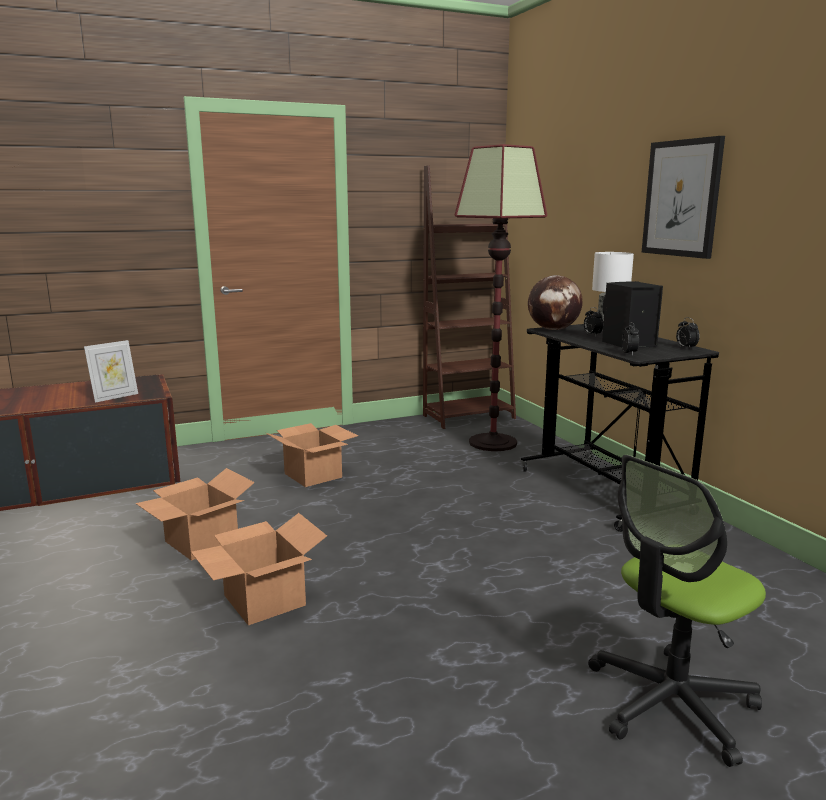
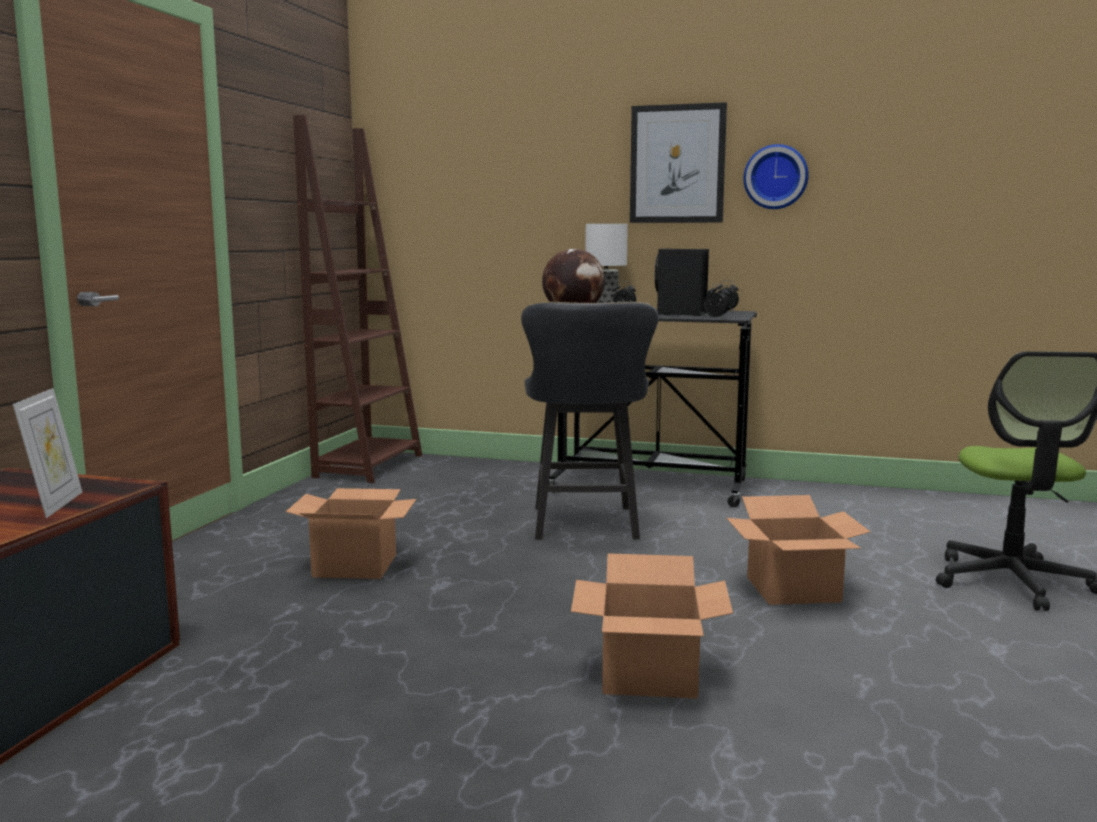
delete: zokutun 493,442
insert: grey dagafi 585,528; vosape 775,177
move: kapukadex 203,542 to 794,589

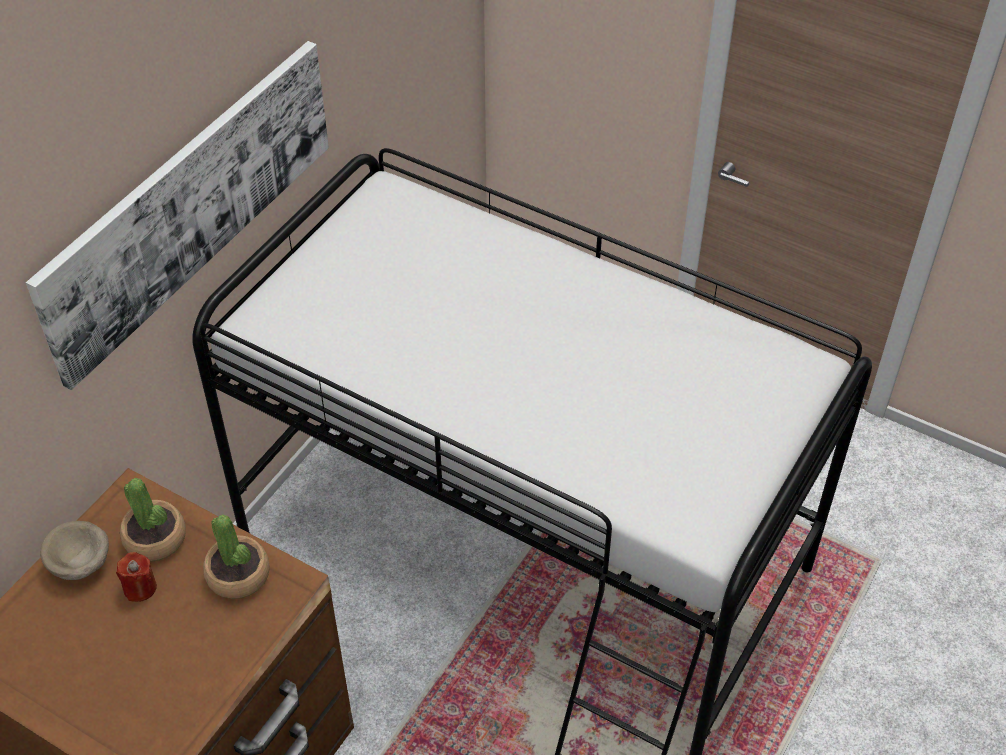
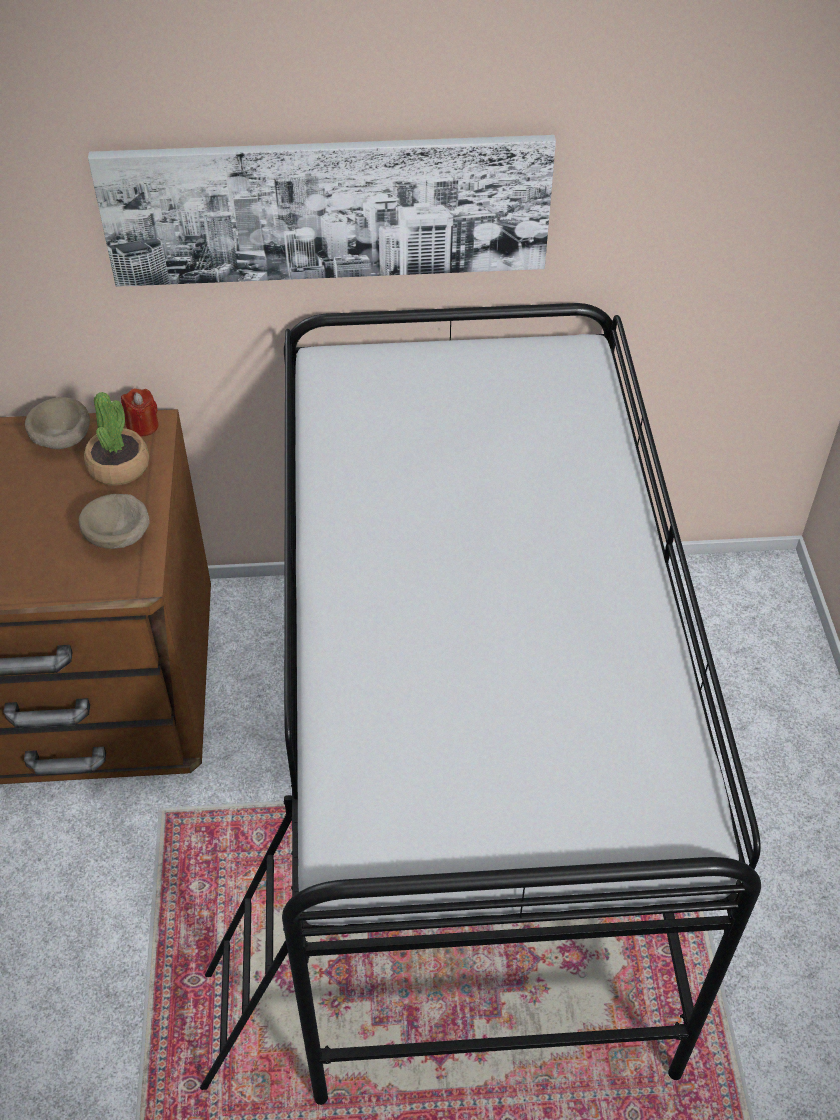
move: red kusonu 140,588 to 143,426
replace: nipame 238,575 to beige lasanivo 119,538

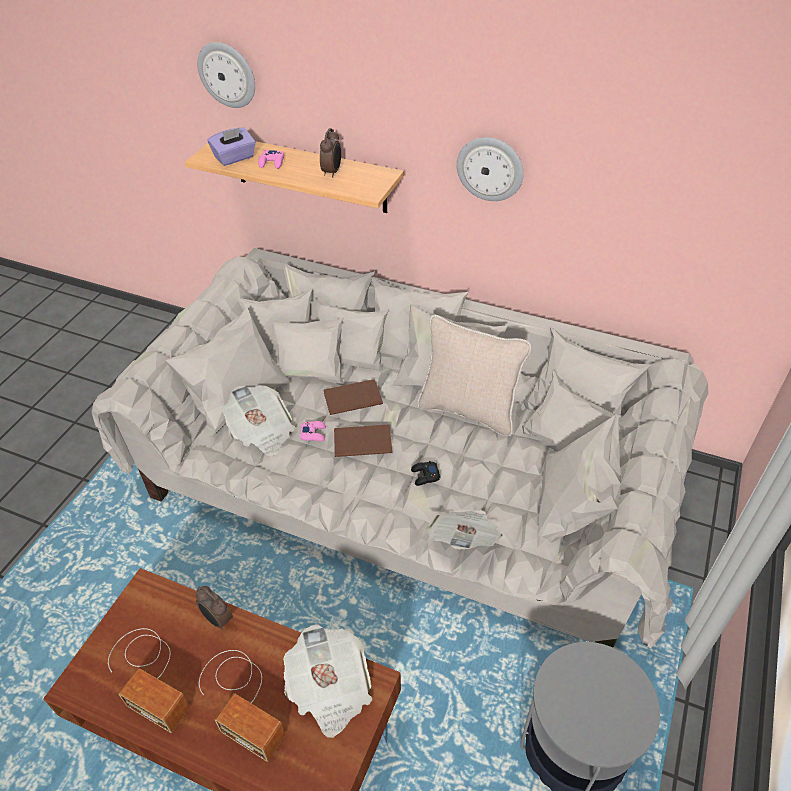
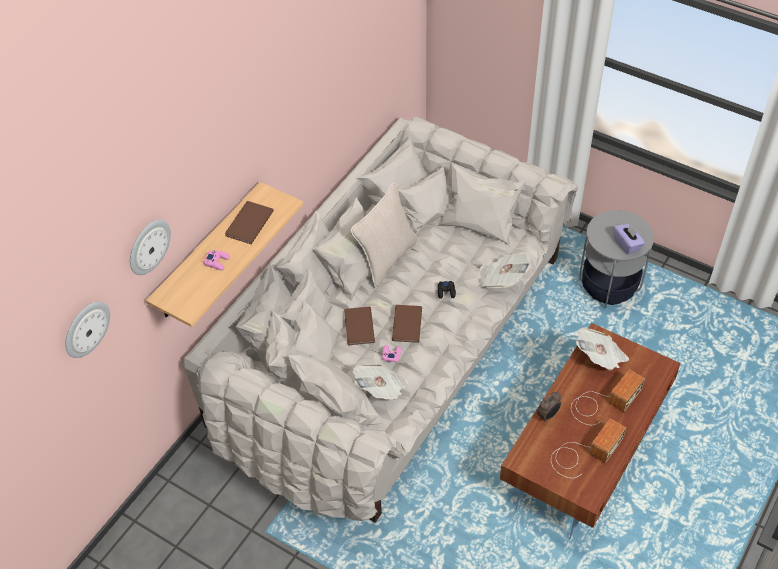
move: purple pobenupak 235,158 to 627,244; vosape 490,168 to 86,328
replace: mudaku 332,172 to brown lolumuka 247,224

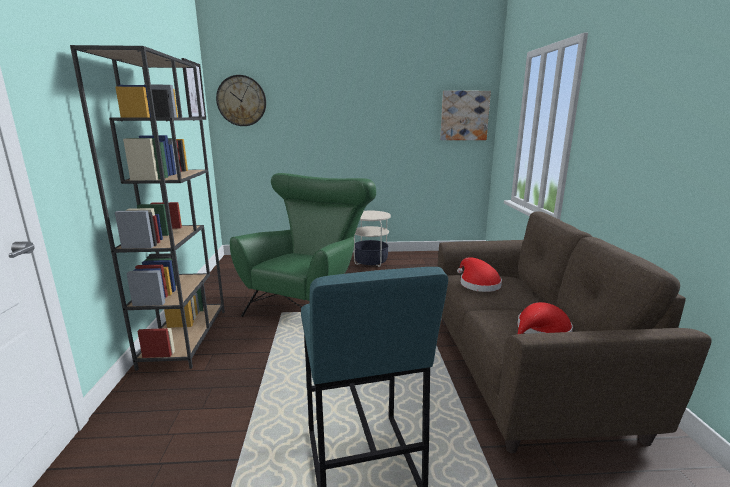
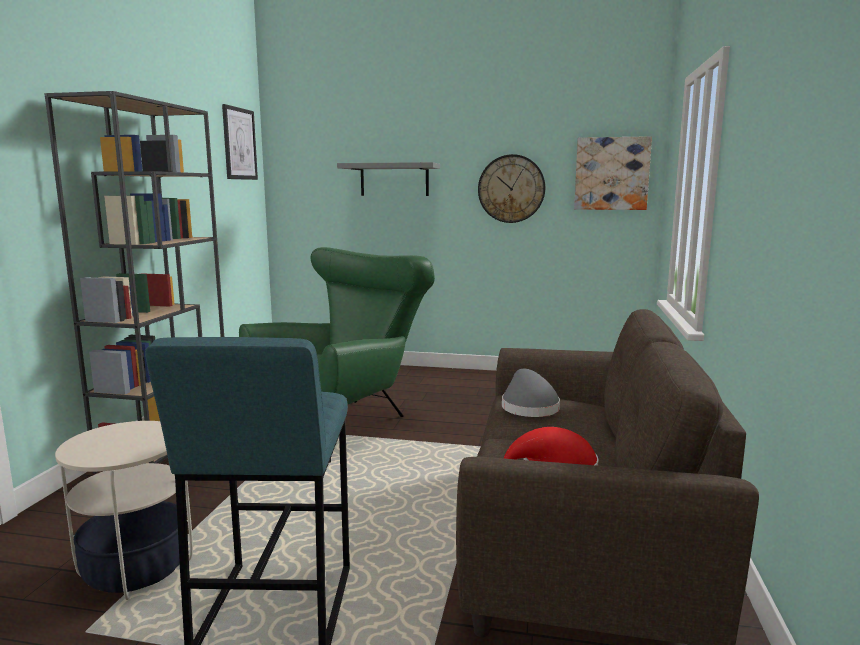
insert: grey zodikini 394,180
move: vosape 241,101 to 511,189; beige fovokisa 370,262 to 136,572
recolor: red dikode 477,284 to grey dikode 528,407

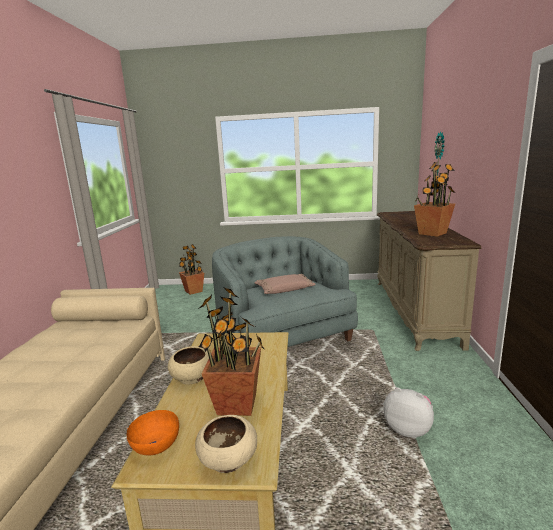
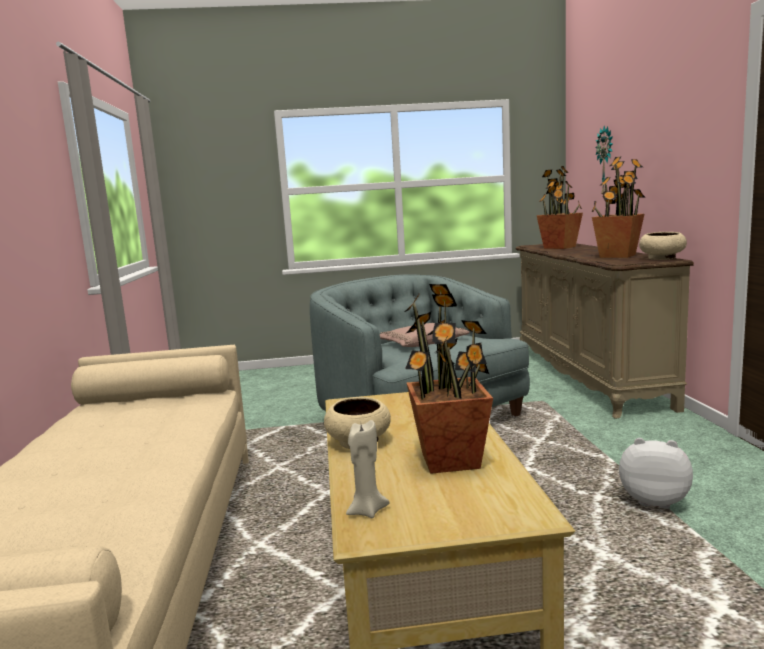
move: nipame 193,291 to 559,247; beige lasanivo 228,460 to 662,258
replace: orange lasanivo 156,445 to beige kusonu 367,511

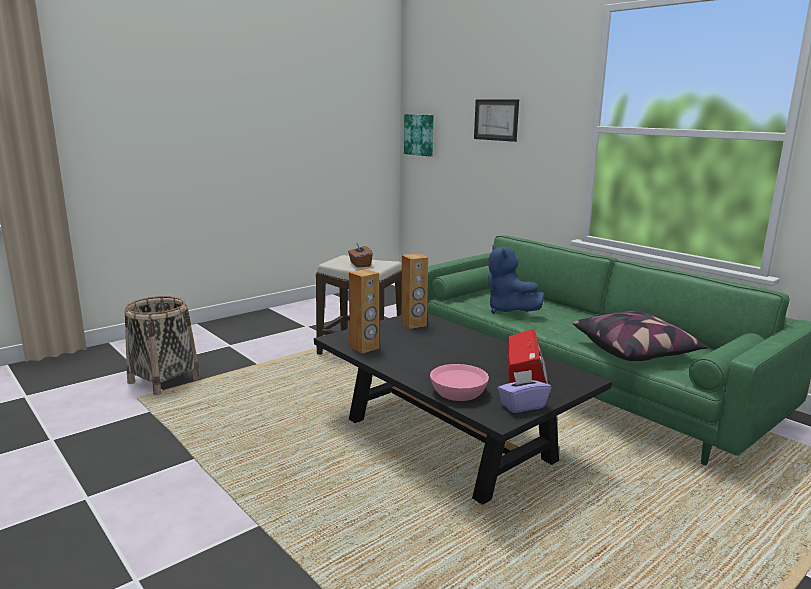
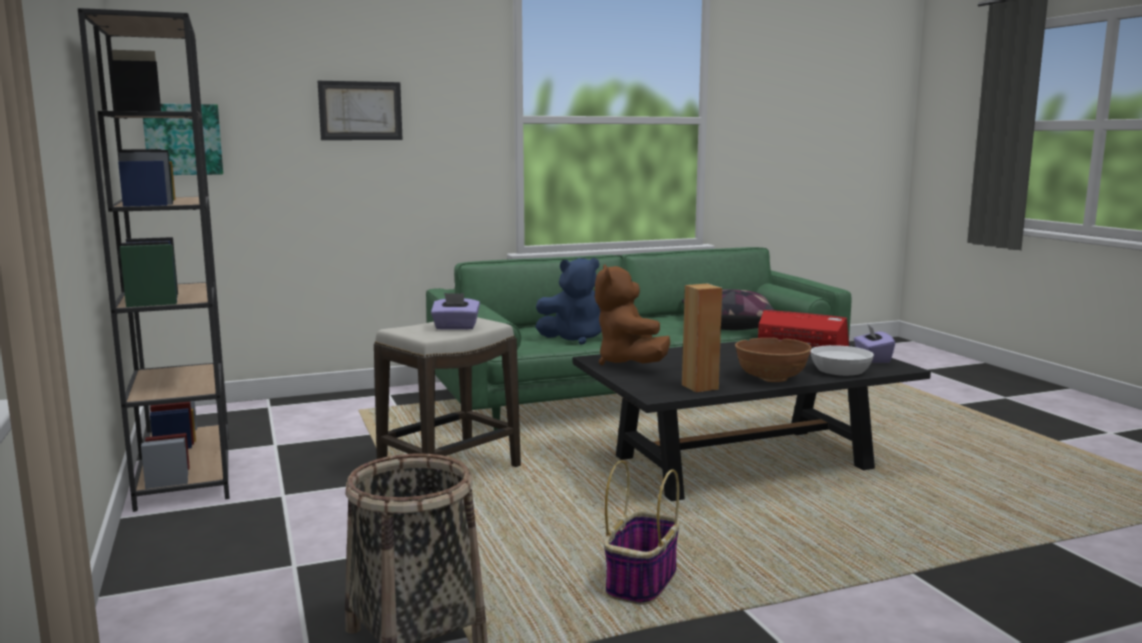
insert: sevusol 184,471; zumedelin 641,581; brown lasanivo 771,378
replace: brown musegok 414,324 to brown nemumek 629,363
recolor: brown pobenupak 360,264 to purple pobenupak 455,327; pink lasanivo 458,392 to white lasanivo 841,371

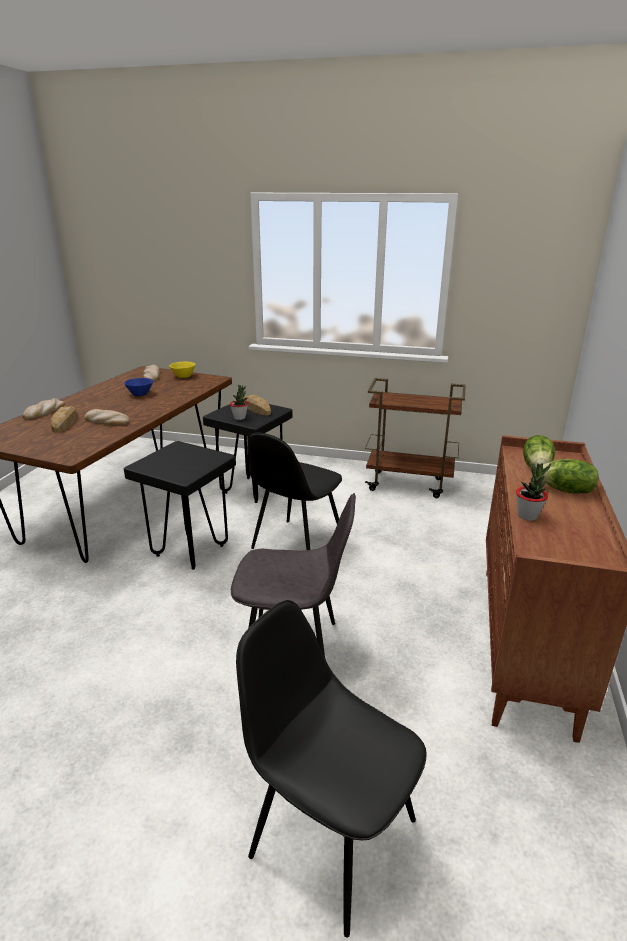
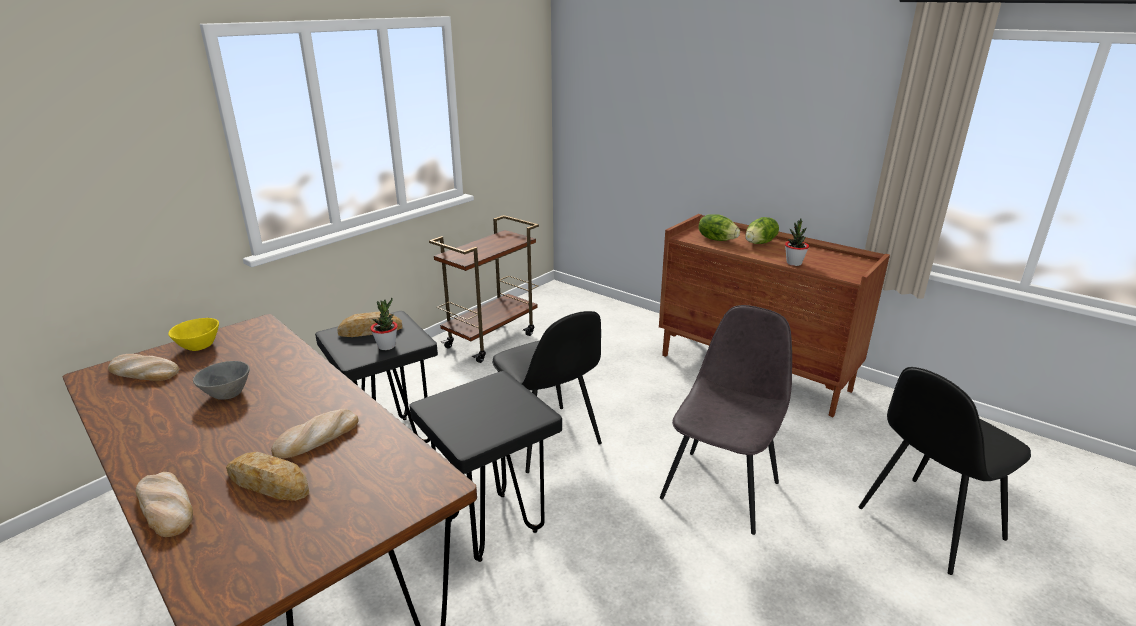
recolor: blue lasanivo 141,394 to grey lasanivo 228,392

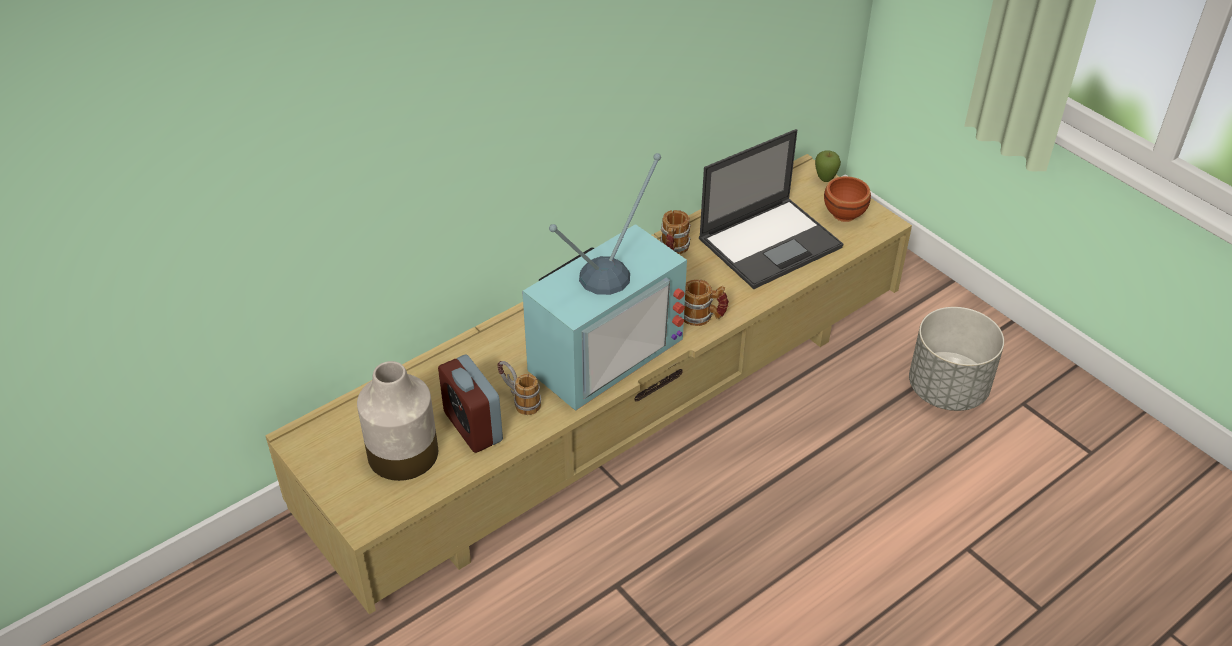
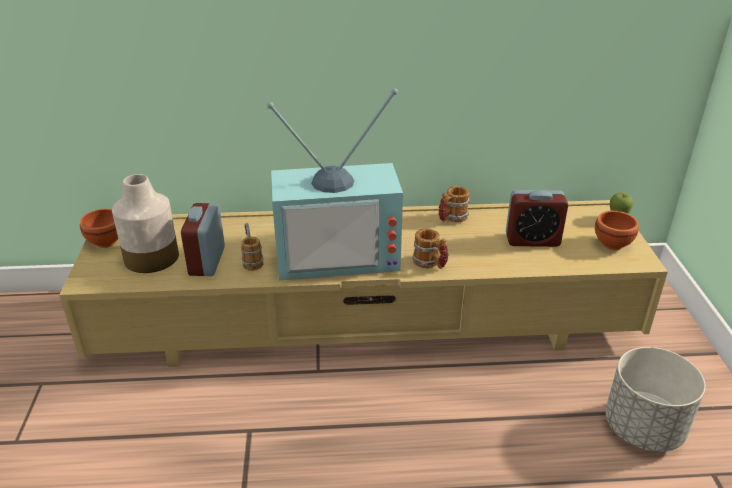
insert: brown lasanivo 107,242
replace: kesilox 771,242 to mudaku 532,240

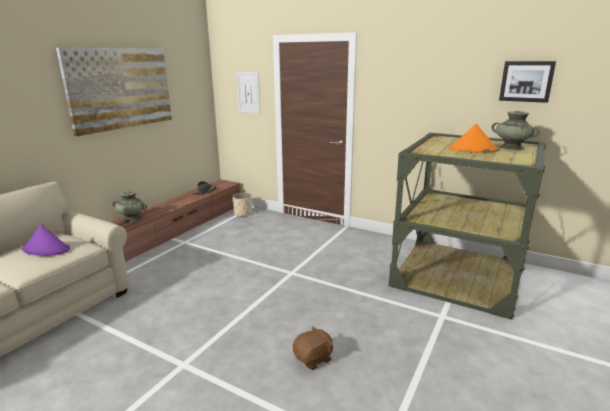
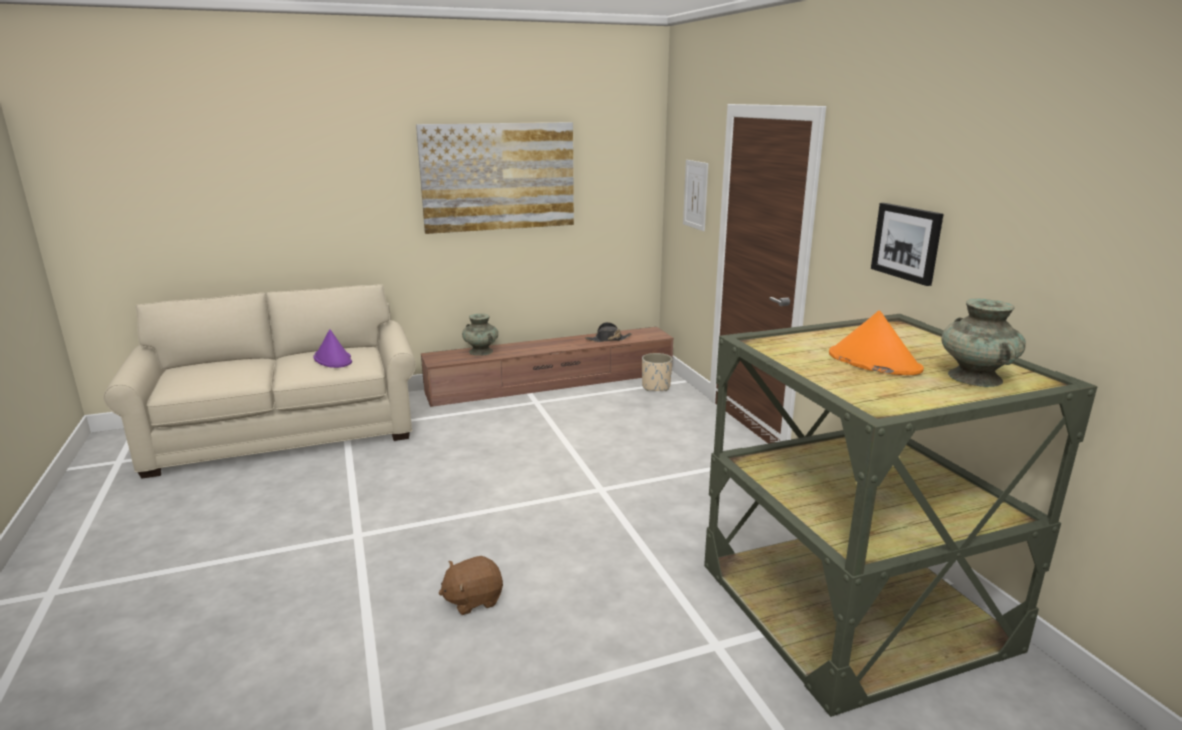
move: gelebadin 526,81 to 907,242
rotate: brown nemumek 313,359 = 473,599 150 degrees clockwise

